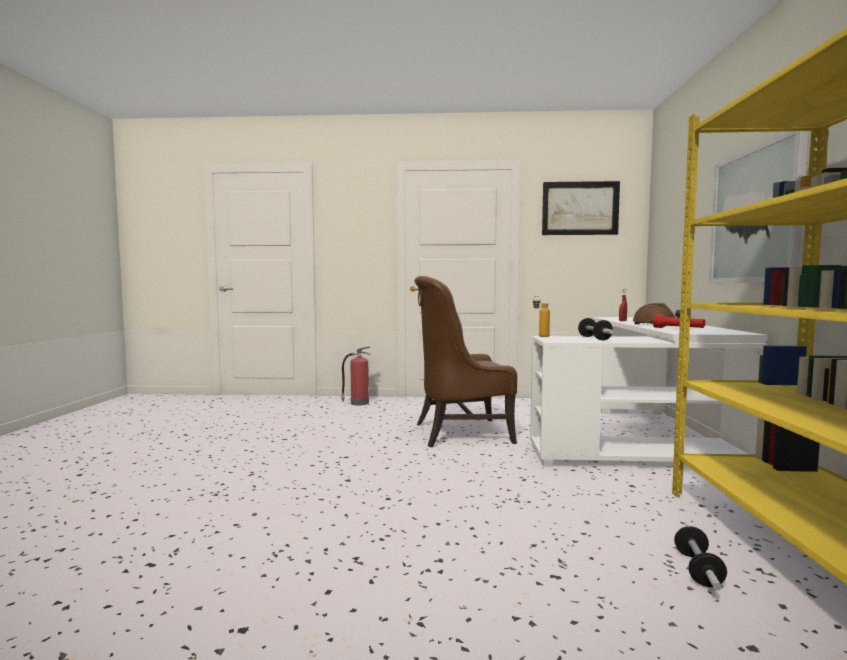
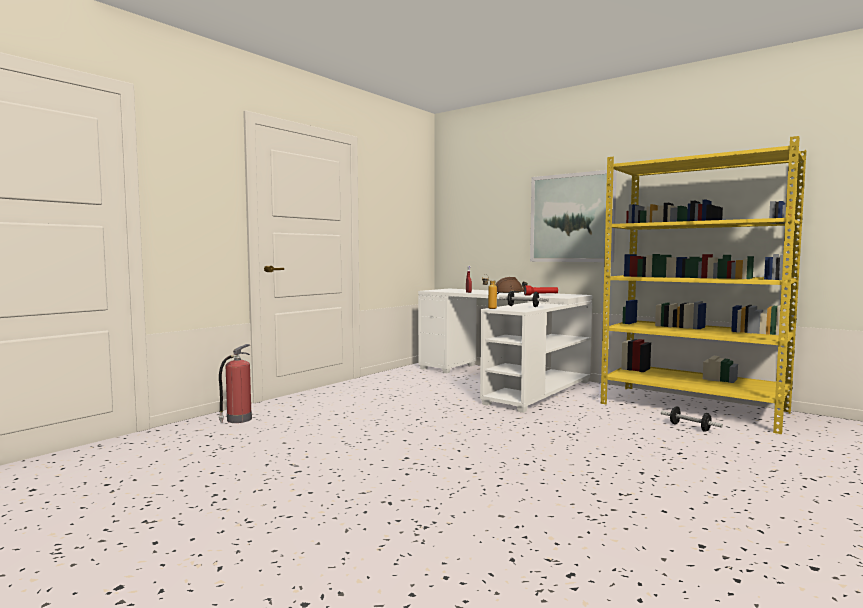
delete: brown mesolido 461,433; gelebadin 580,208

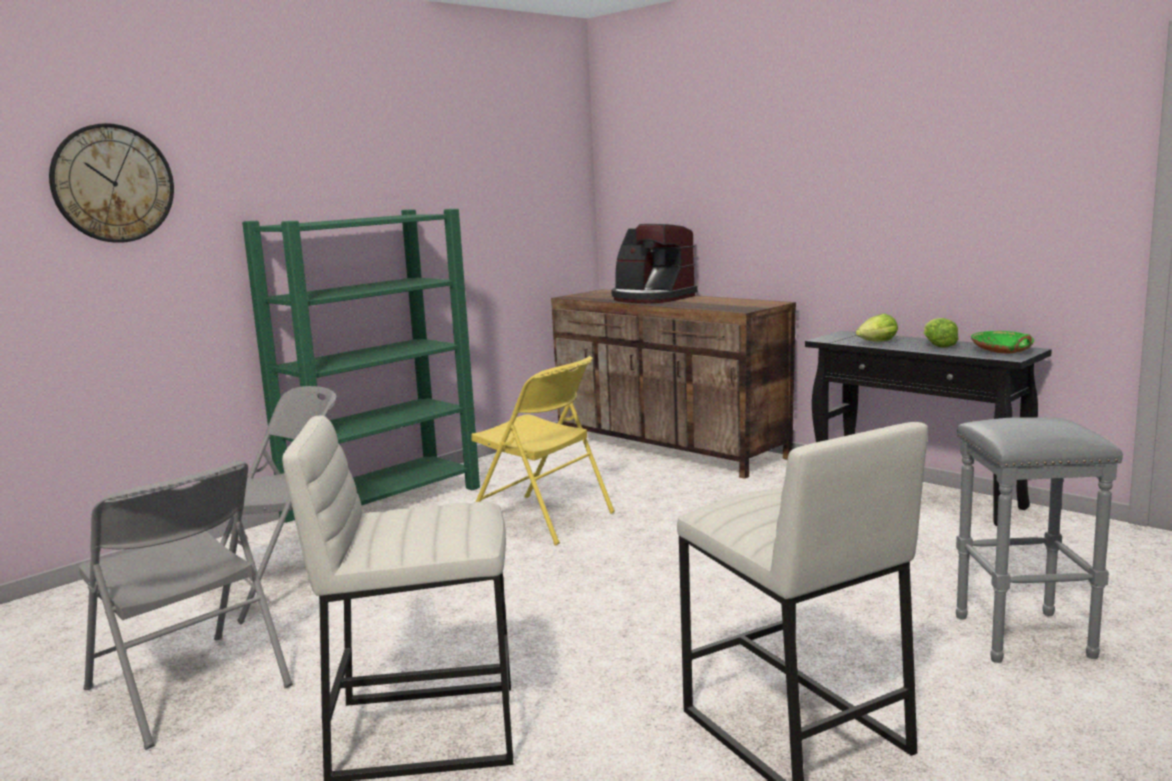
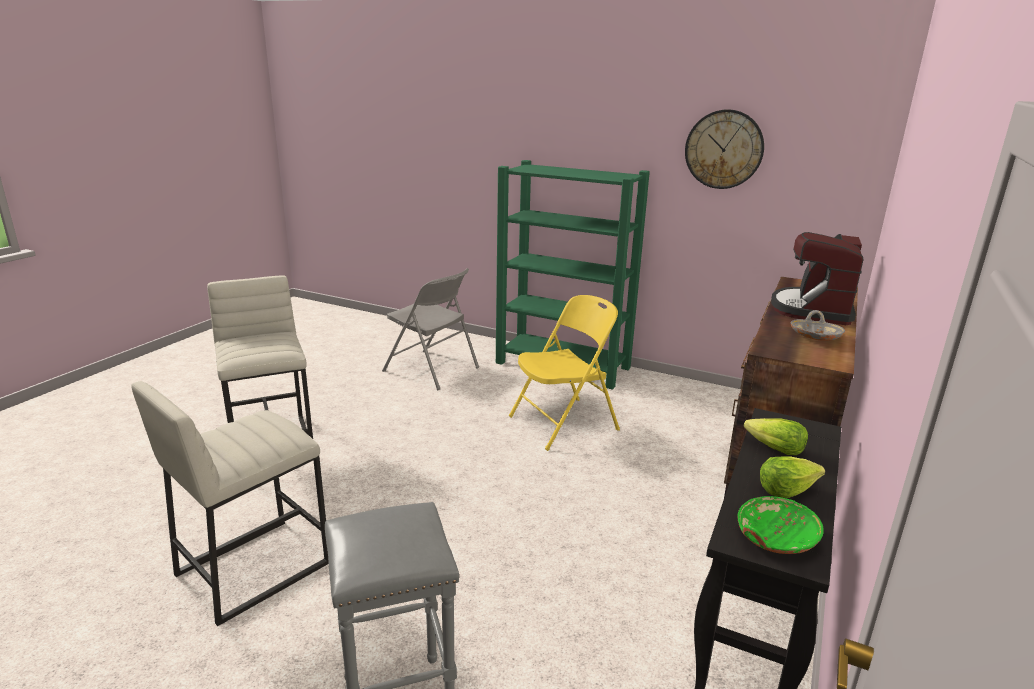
delete: grey mesolido 187,688
insert: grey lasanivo 815,337
move: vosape 112,183 to 724,149
rotate: yellow mesolido 540,519 = 563,423 135 degrees counterclockwise

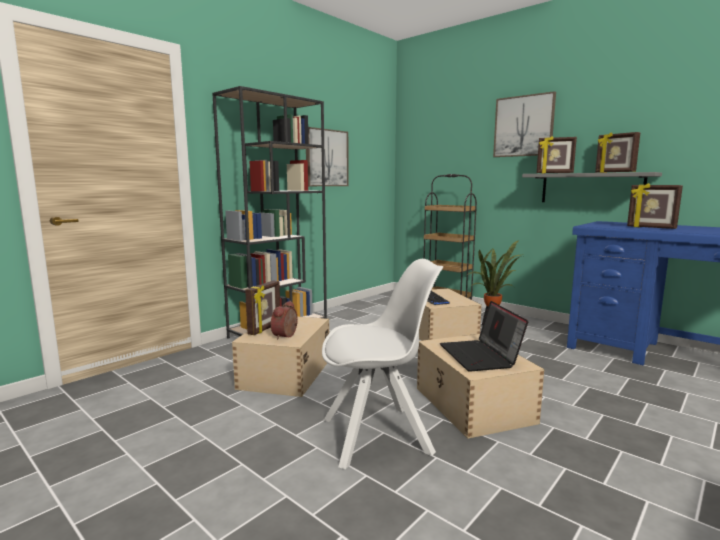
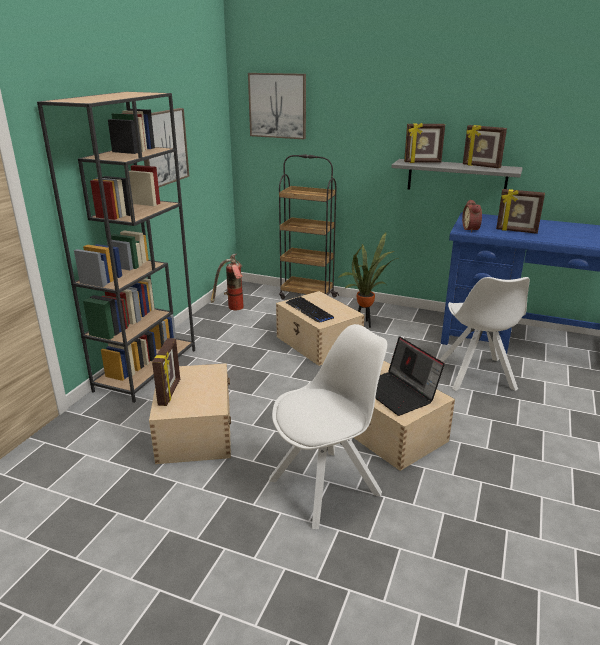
insert: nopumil 232,309; white mesolido 476,375
move: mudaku 286,336 to 472,229; gelebadin 523,126 to 277,105

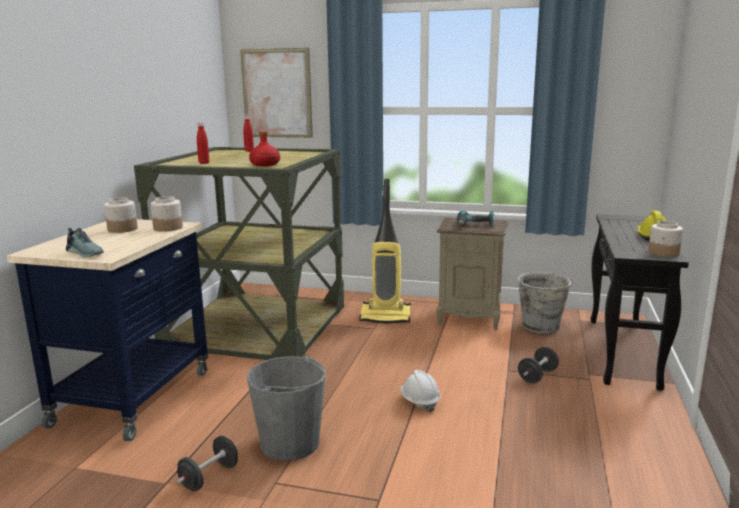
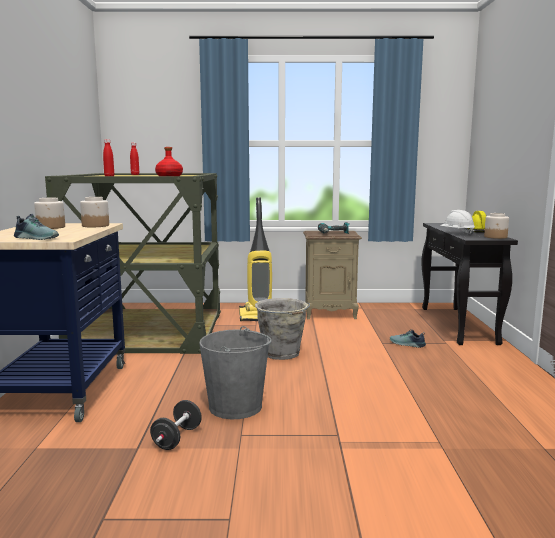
delete: gelebadin 276,93
move: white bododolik 419,402 to 457,233; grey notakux 541,327 to 282,353
replace: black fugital 537,376 to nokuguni 407,344

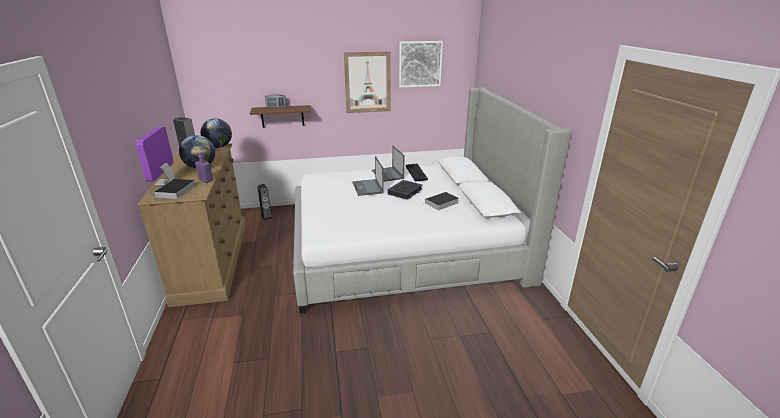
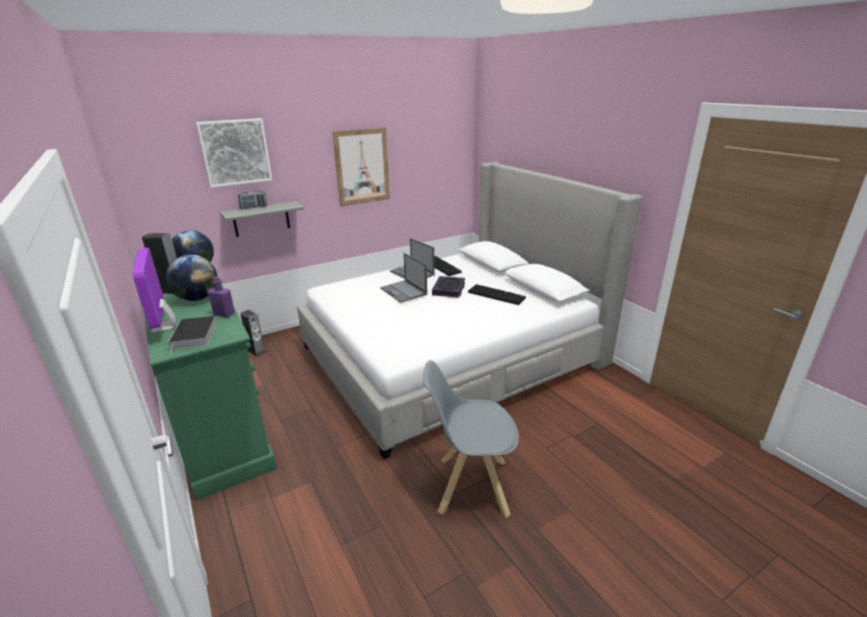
insert: grey mesolido 470,485
move: gelebadin 420,64 to 235,152
replace: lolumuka 441,203 to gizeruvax 497,295
recolor: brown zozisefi 213,259 to green zozisefi 219,421; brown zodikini 282,116 to grey zodikini 261,219

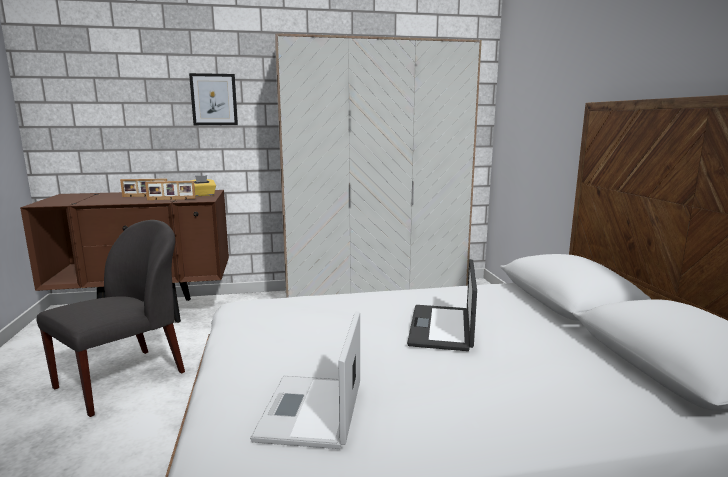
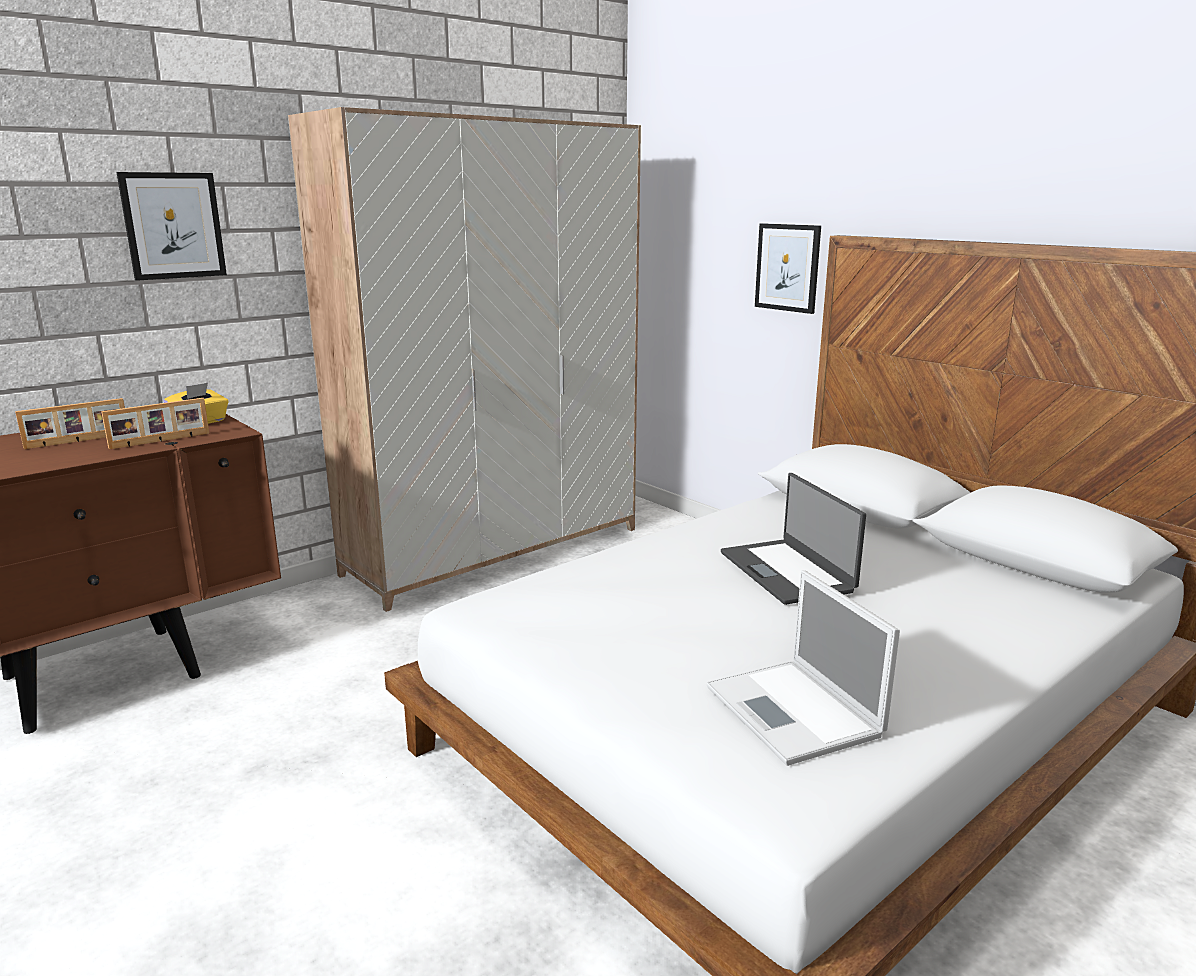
delete: grey mesolido 124,379
insert: gelebadin 787,267

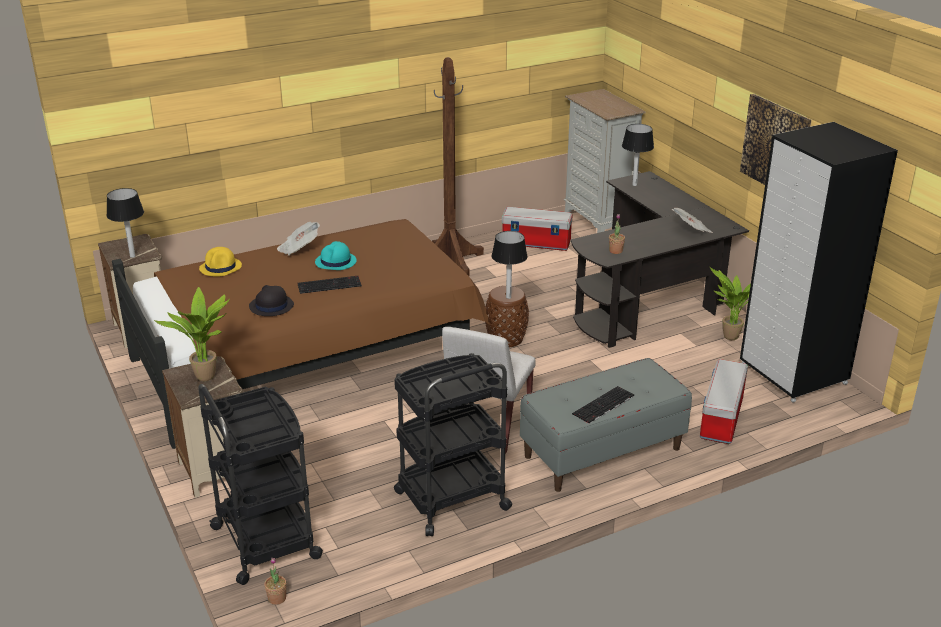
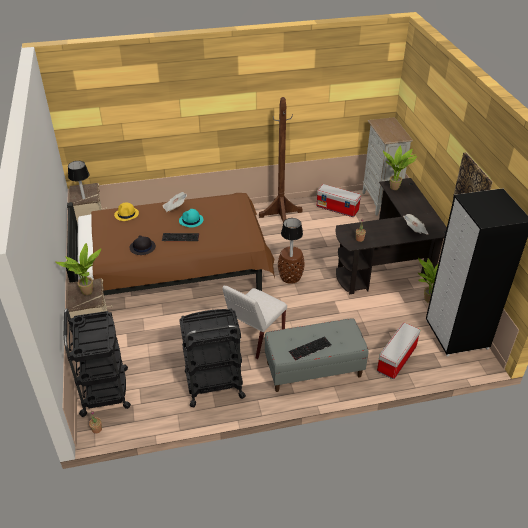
replace: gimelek 634,185 to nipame 395,188

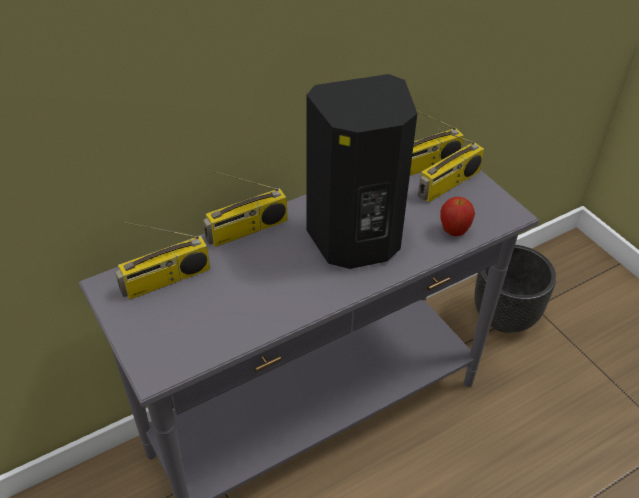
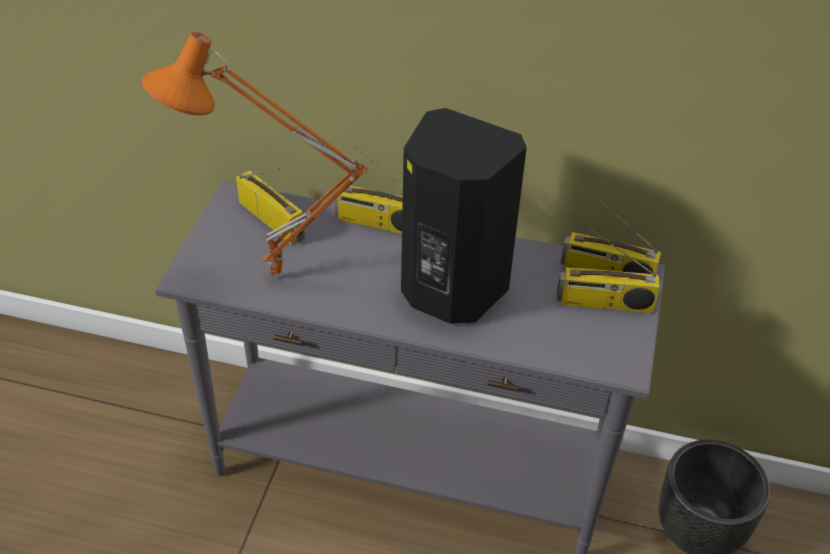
delete: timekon 454,231
insert: orange gimelek 273,282
rotate: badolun 166,280 = 273,220 150 degrees counterclockwise

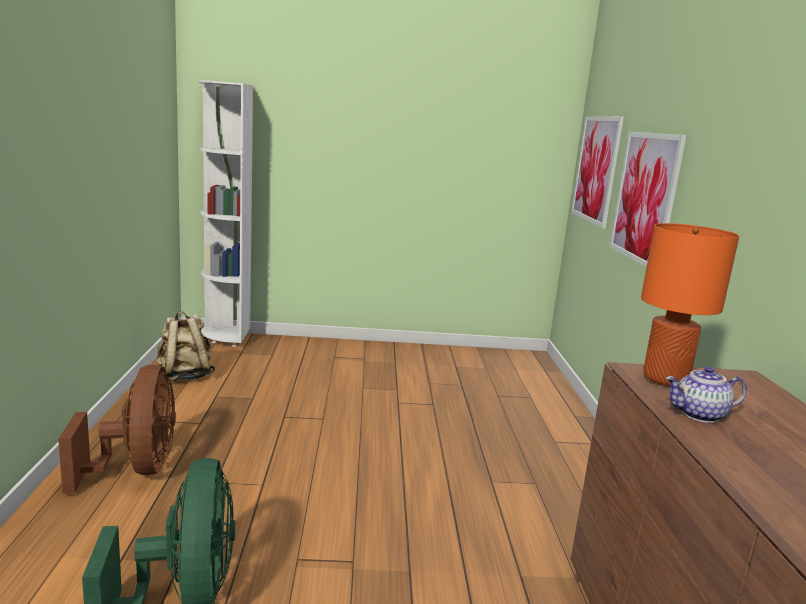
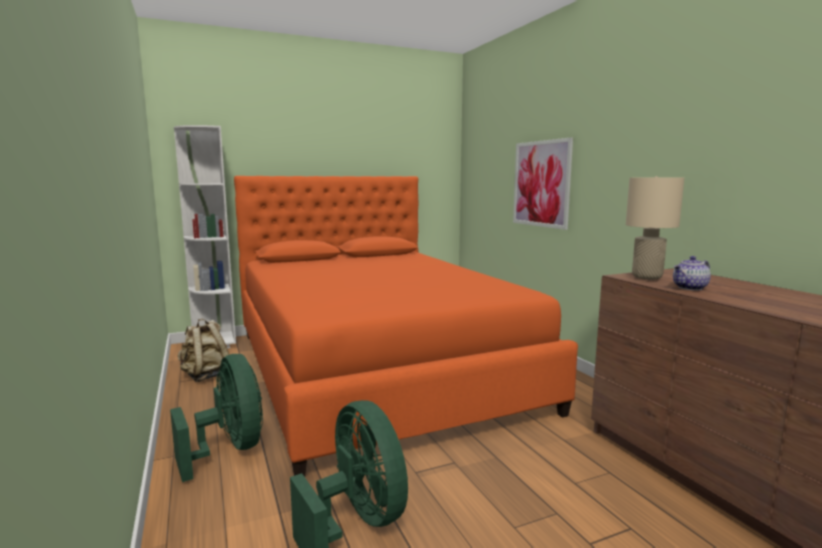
delete: gelebadin 596,169
insert: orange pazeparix 376,368
recolor: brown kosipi 136,470 to green kosipi 230,449; orange gimelek 664,381 to beige gimelek 646,278

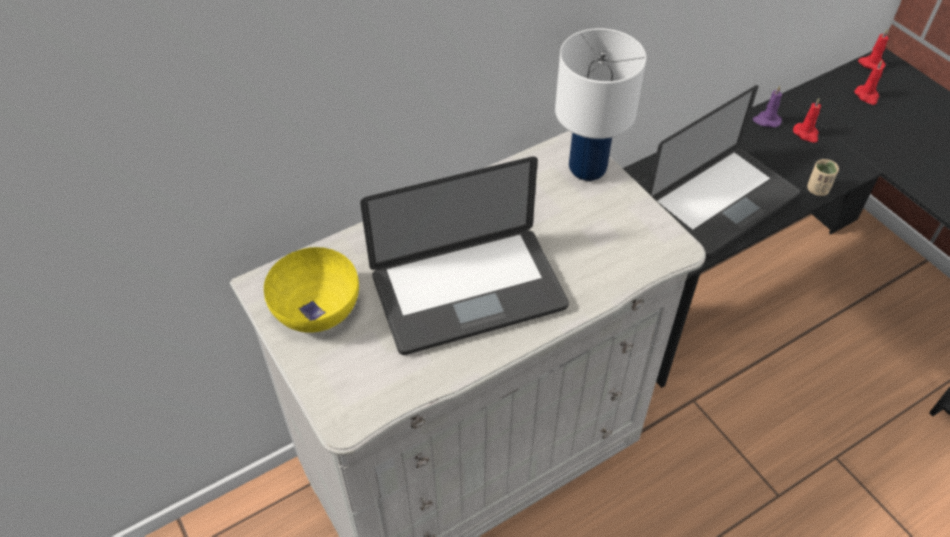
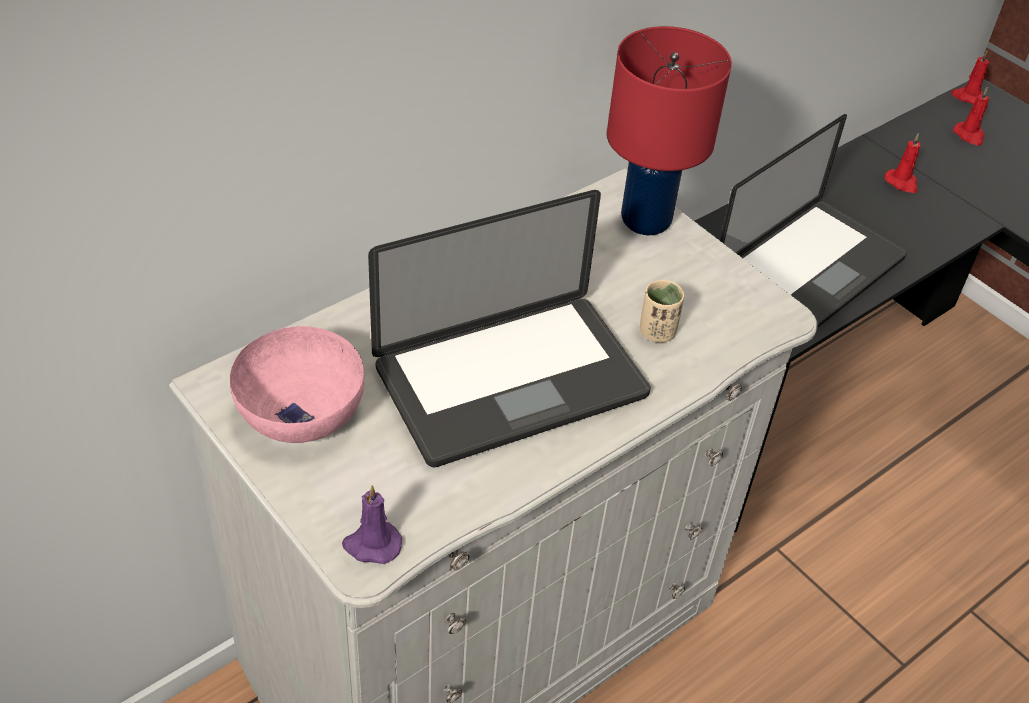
move: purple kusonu 766,120 to 371,545; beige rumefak 817,189 to 657,332
recolor: yellow lasanivo 317,309 to pink lasanivo 303,413; white gimelek 585,170 to red gimelek 642,222

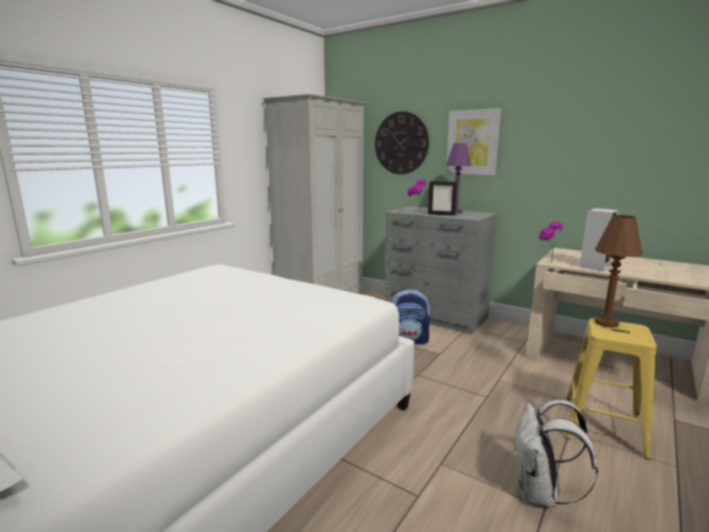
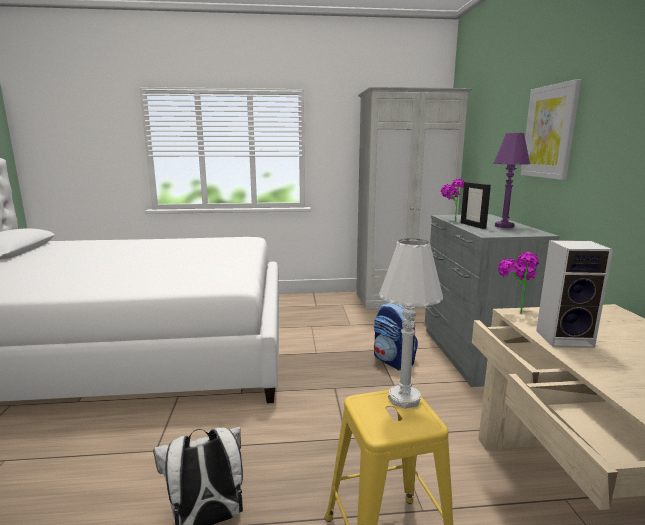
delete: vosape 401,143
recolor: brown gimelek 606,323 to white gimelek 404,399

